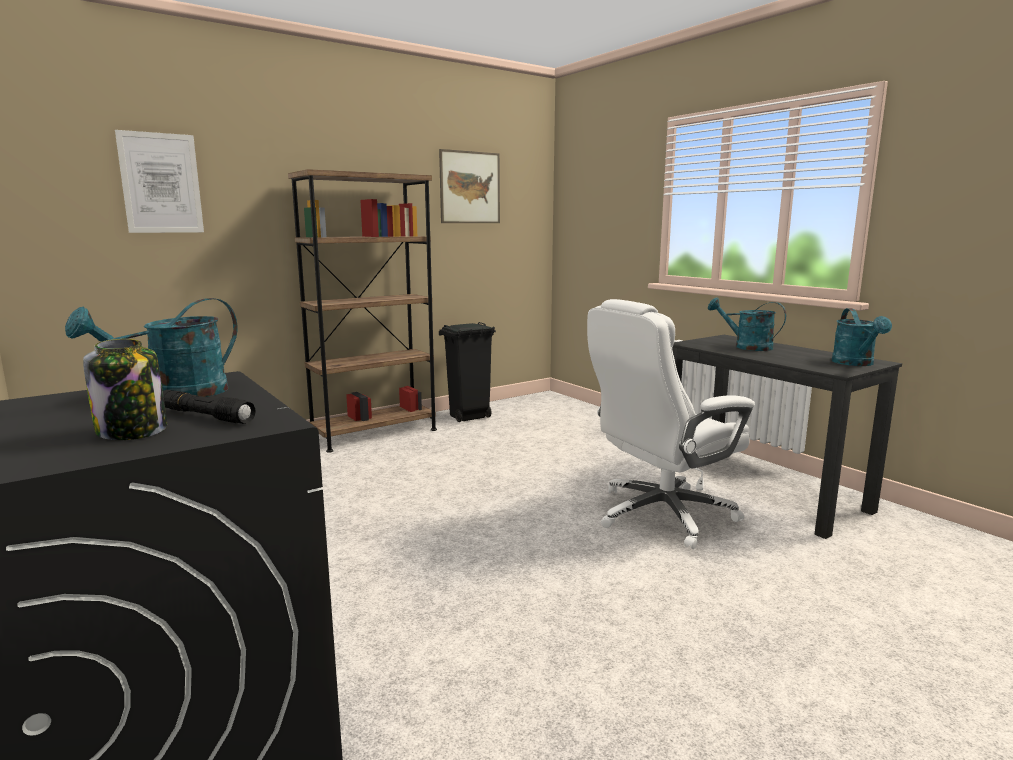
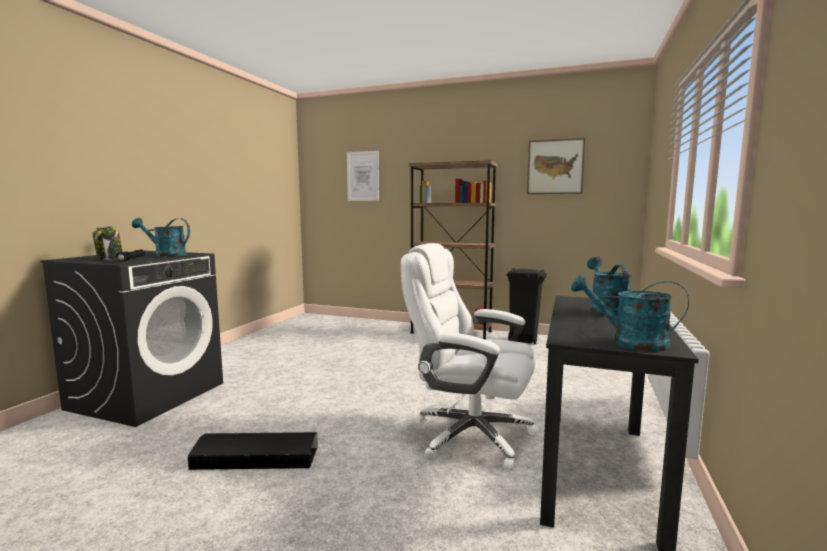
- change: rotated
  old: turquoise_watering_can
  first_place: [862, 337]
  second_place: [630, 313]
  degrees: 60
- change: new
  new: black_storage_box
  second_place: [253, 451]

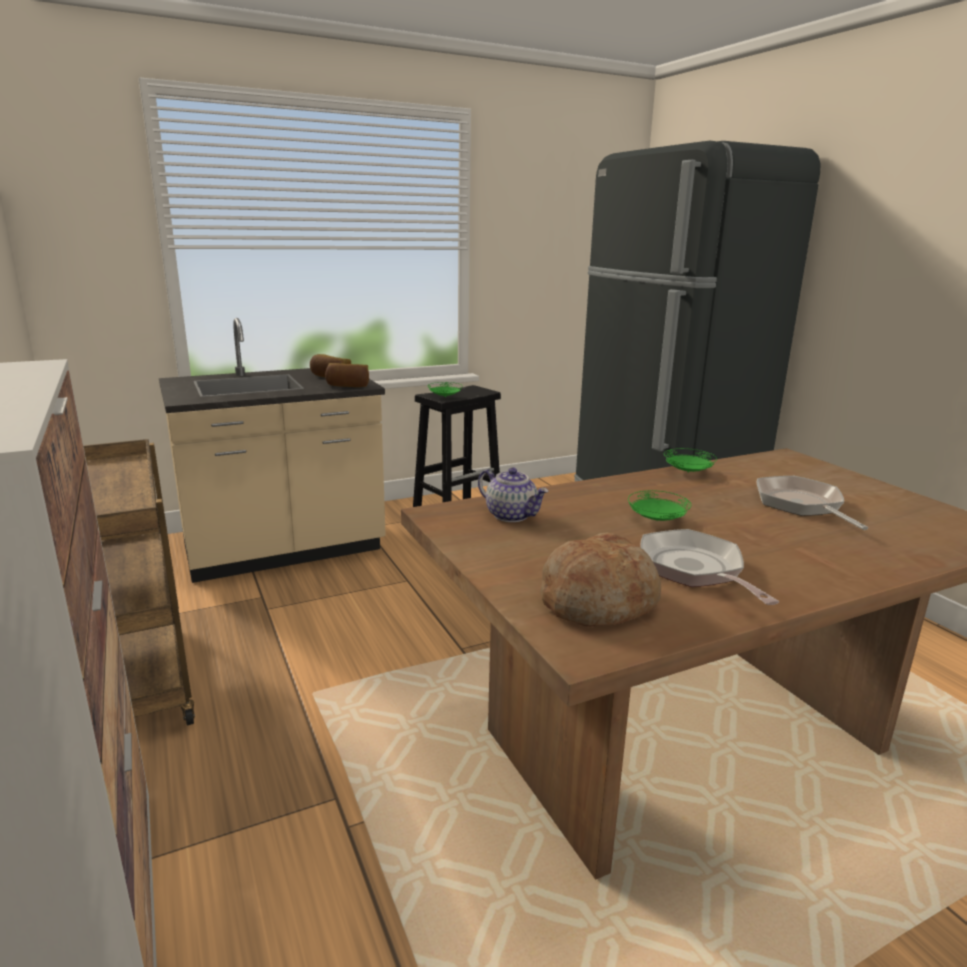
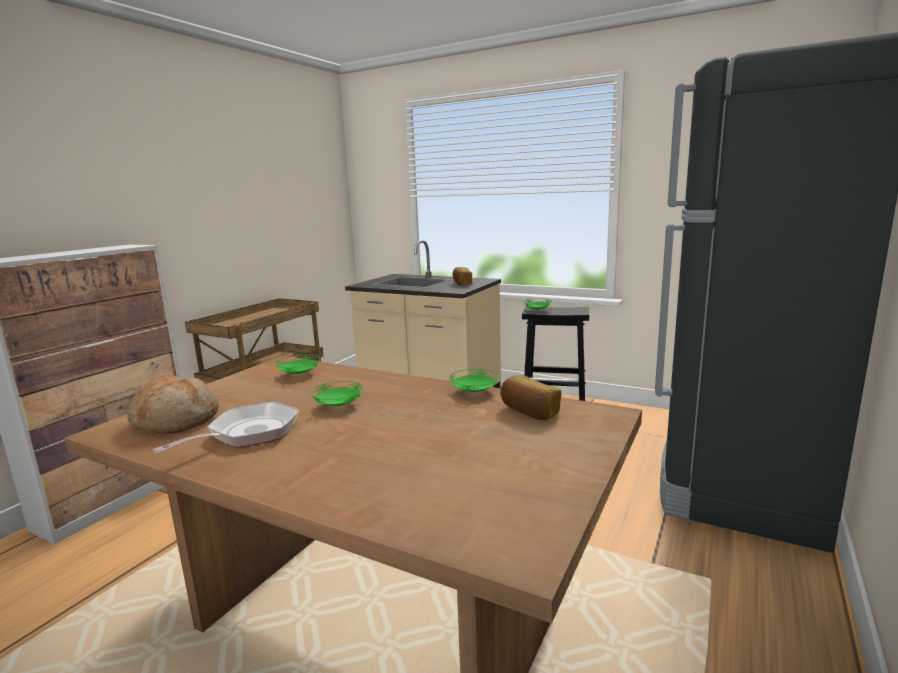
- change: shifted
  old: bread
  first_place: [347, 375]
  second_place: [530, 397]
- change: swapped
  old: teapot
  new: green_plate
  first_place: [513, 494]
  second_place: [297, 364]
- change: gone
  old: frying_pan
  first_place: [812, 503]

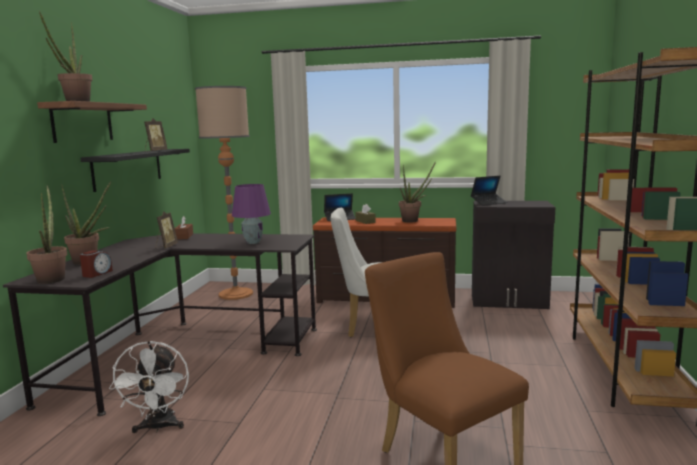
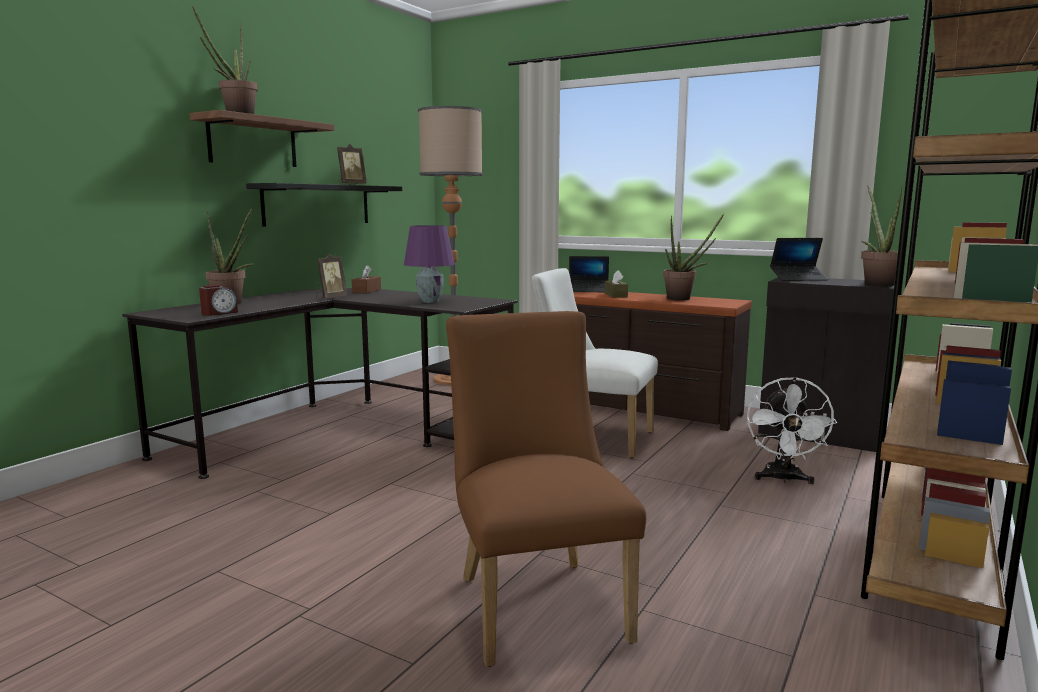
- change: shifted
  old: potted_plant
  first_place: [46, 234]
  second_place: [882, 235]
- change: shifted
  old: white_fan
  first_place: [149, 387]
  second_place: [792, 430]

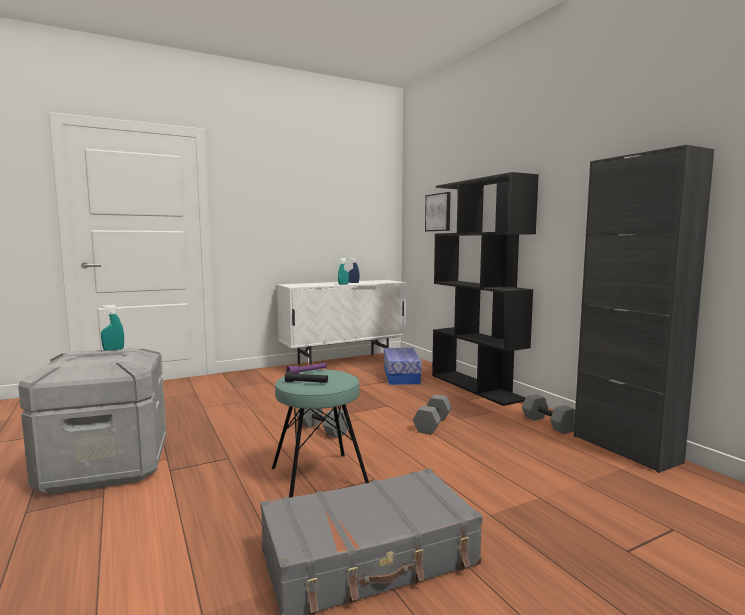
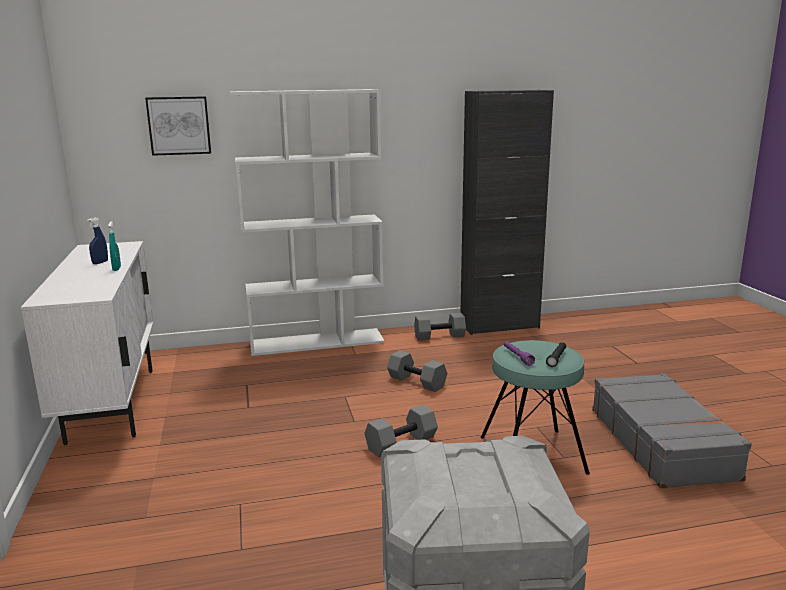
- change: gone
  old: turquoise_spray_bottle
  first_place: [112, 328]
- change: gone
  old: storage_box
  first_place: [403, 366]
- change: repainted
  old: black_bookcase
  new: white_bookcase
  first_place: [485, 289]
  second_place: [307, 222]

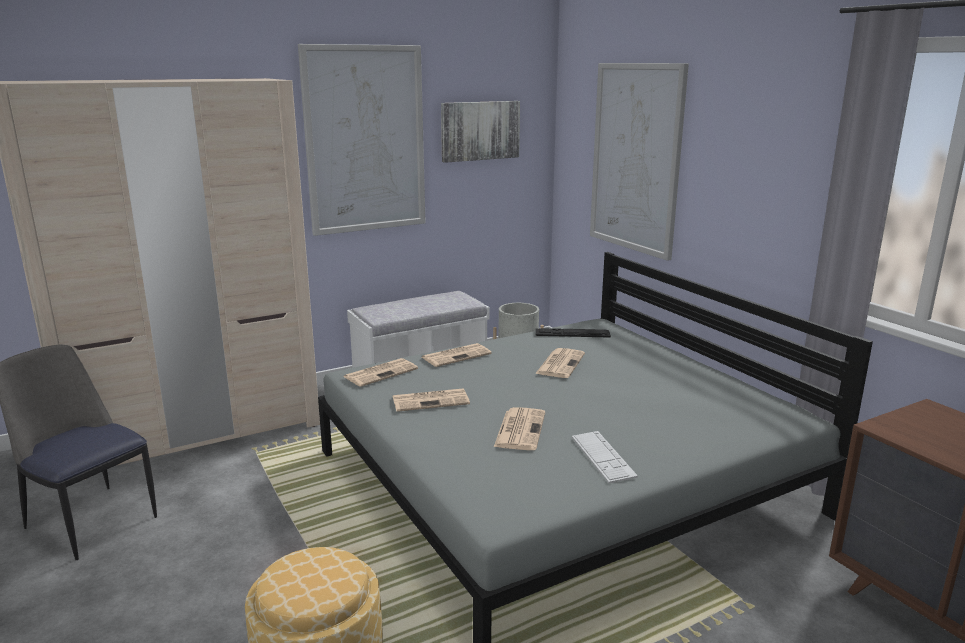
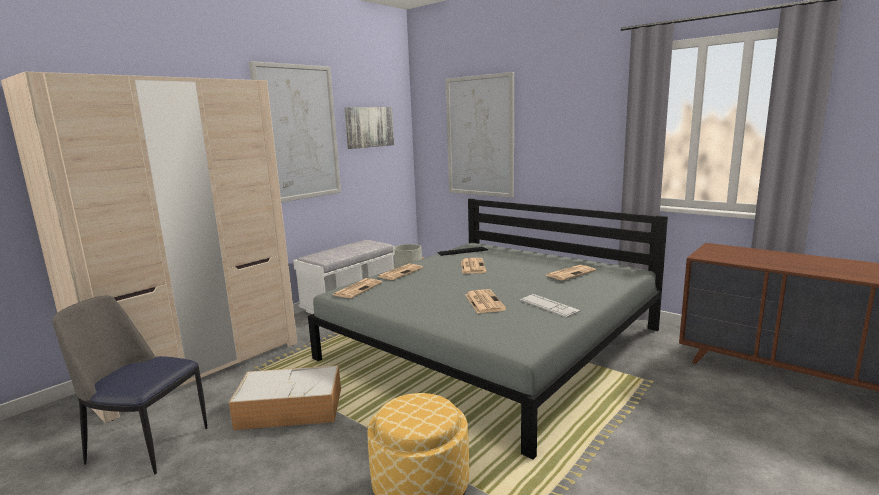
- change: shifted
  old: newspaper
  first_place: [431, 400]
  second_place: [571, 272]
- change: new
  new: storage_box
  second_place: [285, 397]

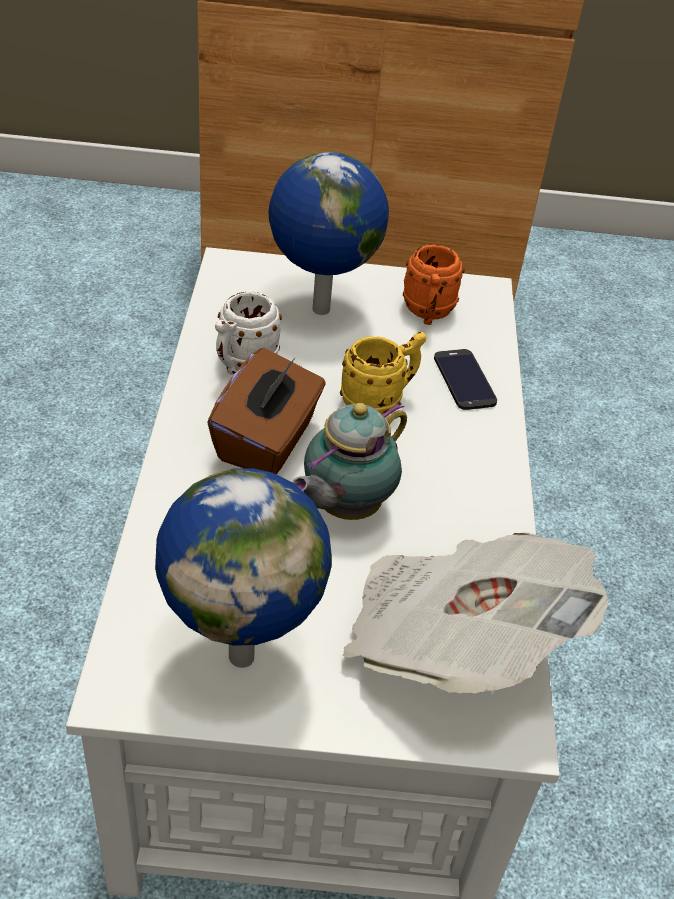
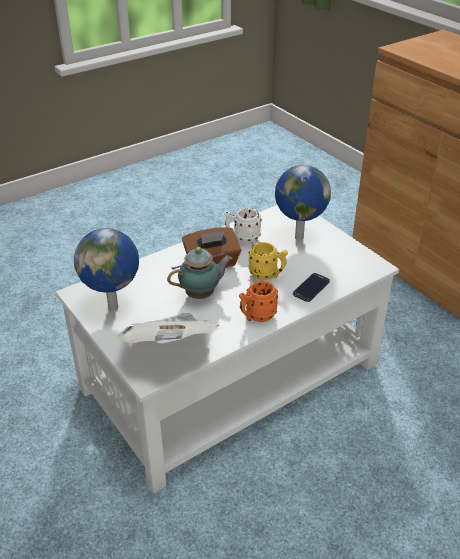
- change: rotated
  old: teapot
  first_place: [349, 461]
  second_place: [200, 273]
  degrees: 150
- change: shifted
  old: orange_mug
  first_place: [433, 285]
  second_place: [258, 301]

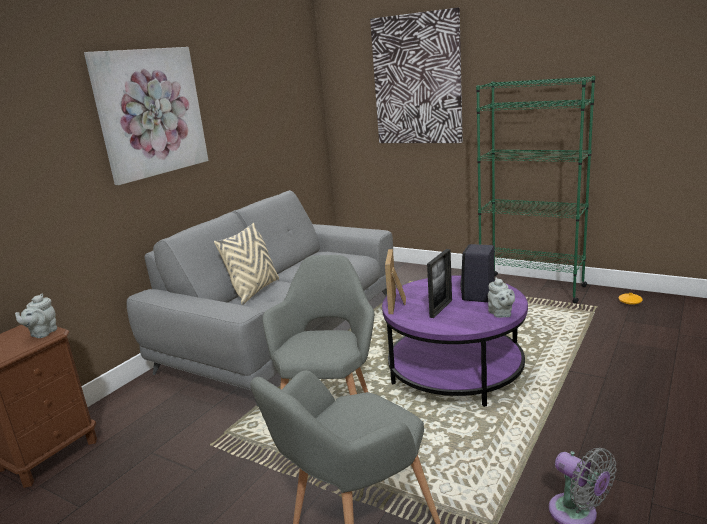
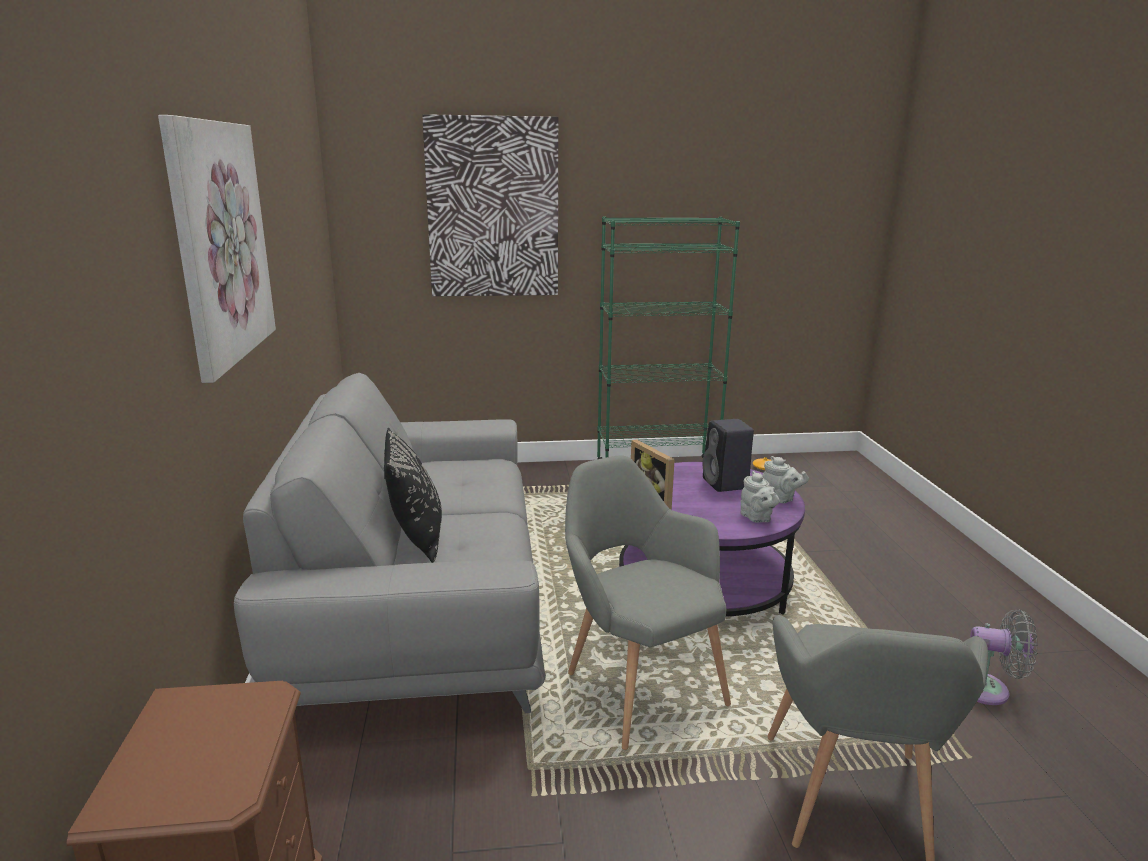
- change: shifted
  old: grey_teapot
  first_place: [36, 316]
  second_place: [760, 497]
- change: repainted
  old: beige_pillow
  new: black_pillow
  first_place: [246, 263]
  second_place: [413, 495]
- change: gone
  old: picture_frame
  first_place: [439, 283]

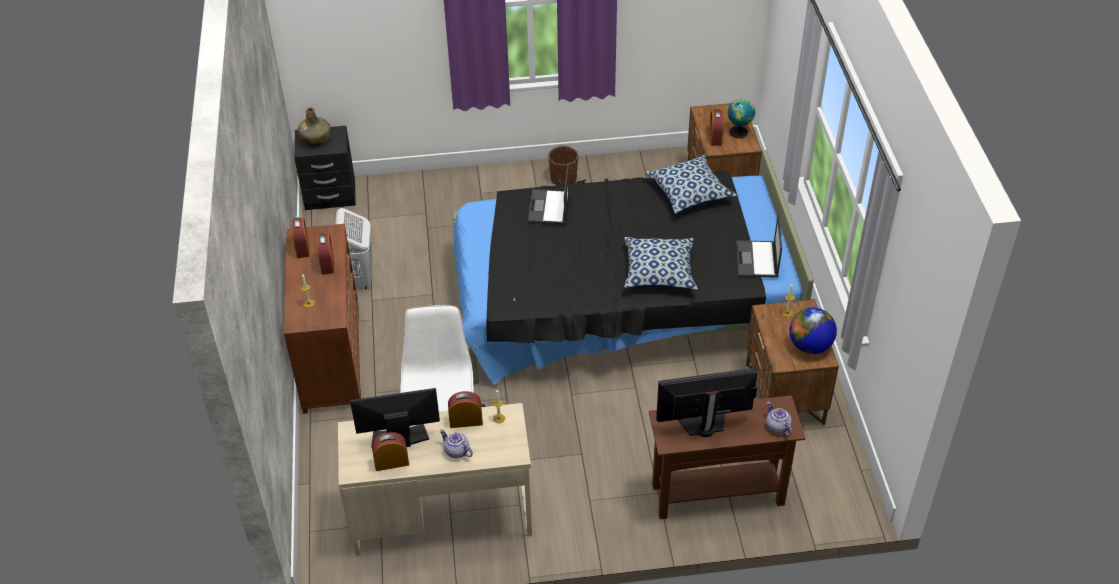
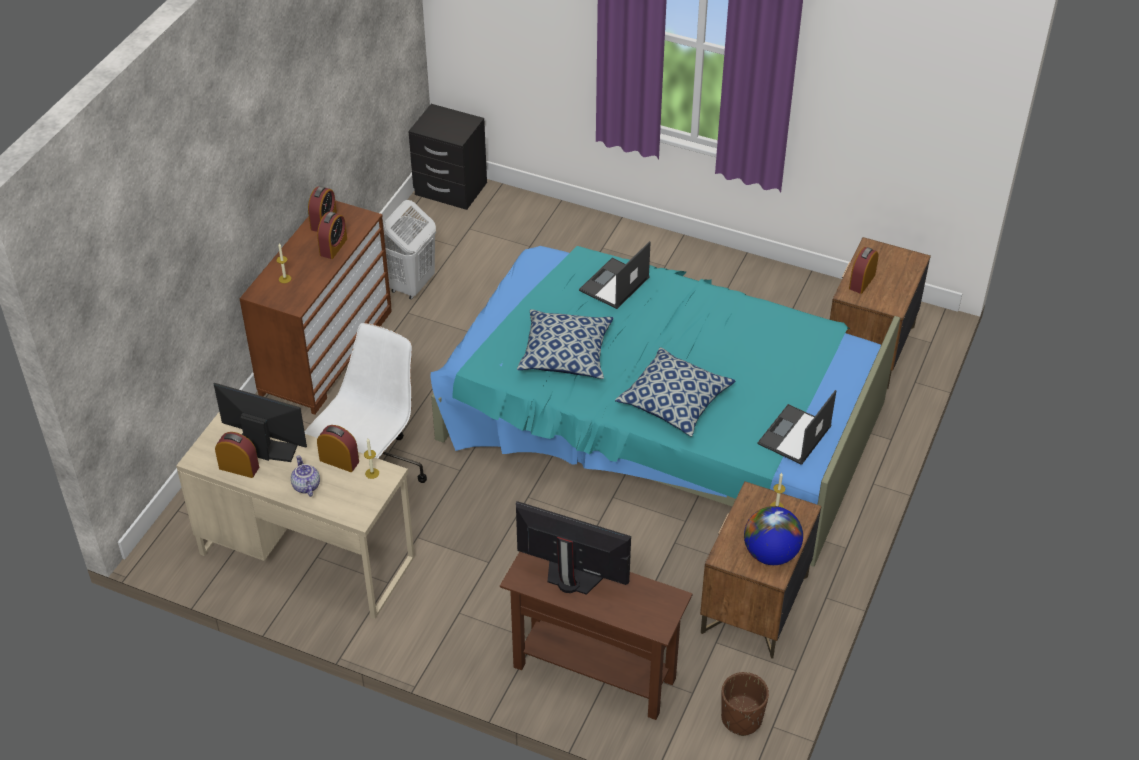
- change: gone
  old: green_bottle
  first_place: [314, 127]
- change: repainted
  old: black_bed
  new: turquoise_bed
  first_place: [633, 267]
  second_place: [665, 406]
- change: shifted
  old: brown_planter
  first_place: [563, 165]
  second_place: [745, 704]
- change: shifted
  old: pillow
  first_place: [691, 184]
  second_place: [565, 344]
- change: gone
  old: globe
  first_place: [741, 118]
- change: gone
  old: teapot
  first_place: [779, 418]

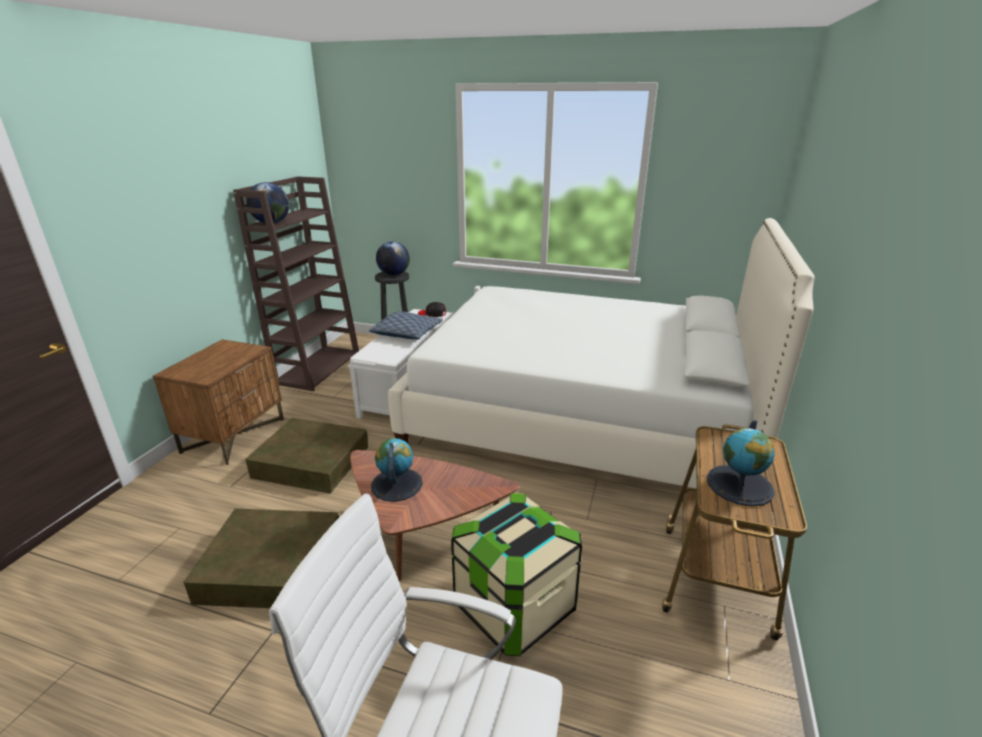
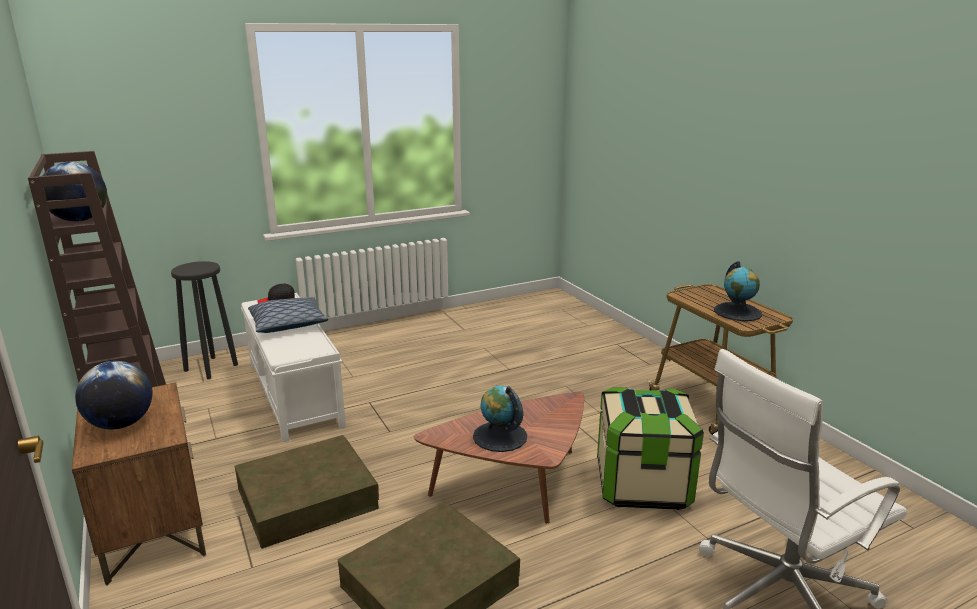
- change: shifted
  old: globe
  first_place: [393, 258]
  second_place: [114, 395]
- change: gone
  old: white_bed
  first_place: [601, 353]

